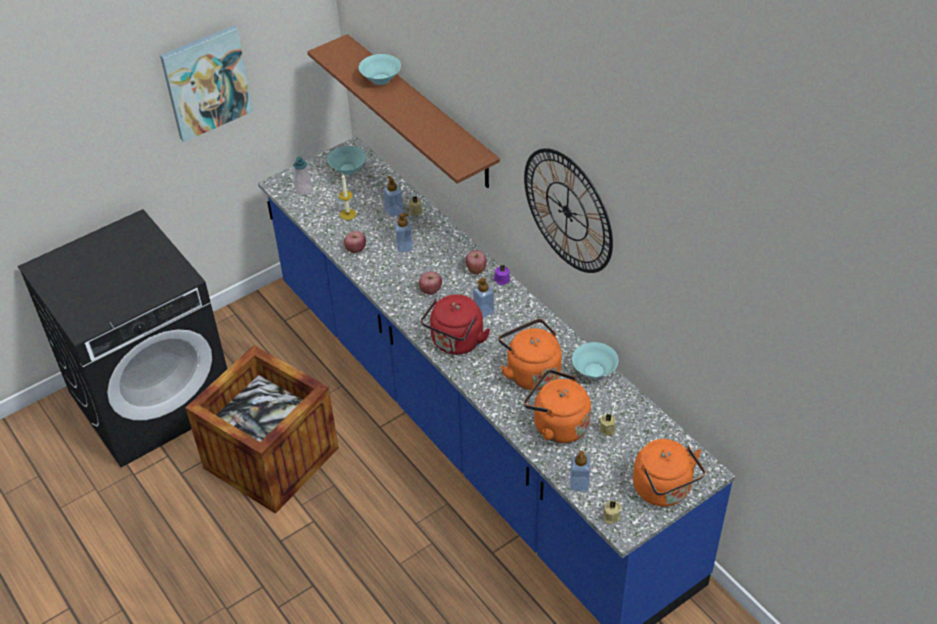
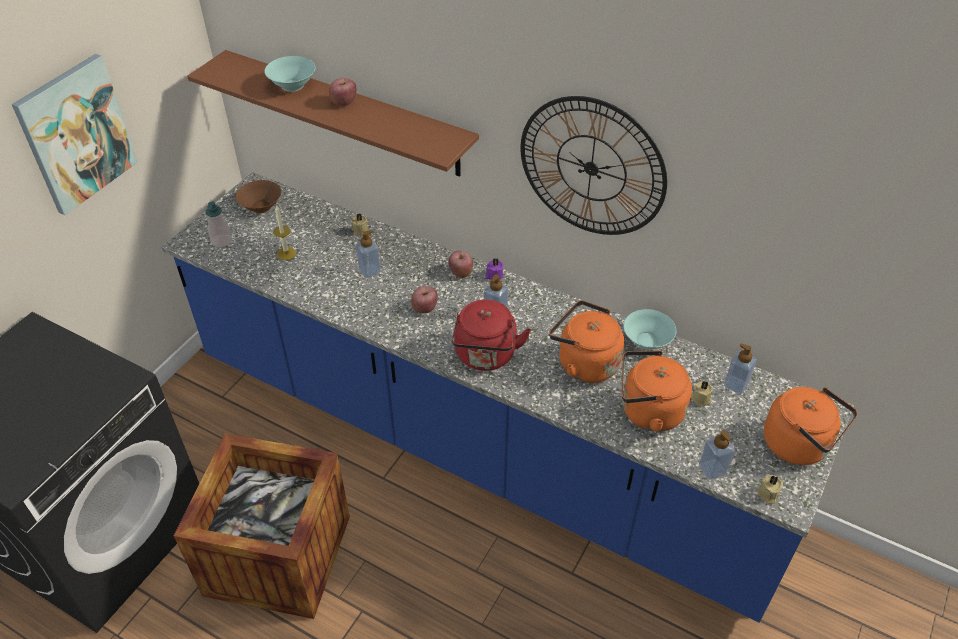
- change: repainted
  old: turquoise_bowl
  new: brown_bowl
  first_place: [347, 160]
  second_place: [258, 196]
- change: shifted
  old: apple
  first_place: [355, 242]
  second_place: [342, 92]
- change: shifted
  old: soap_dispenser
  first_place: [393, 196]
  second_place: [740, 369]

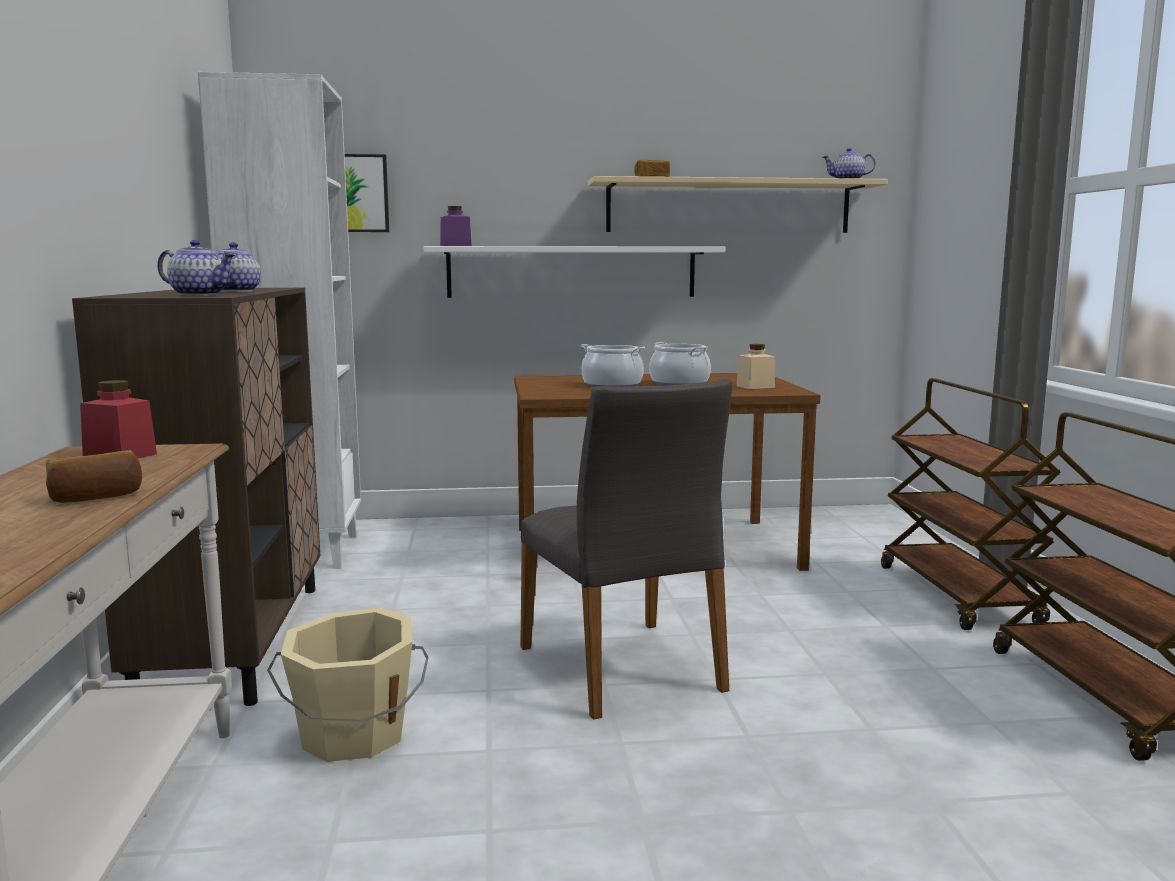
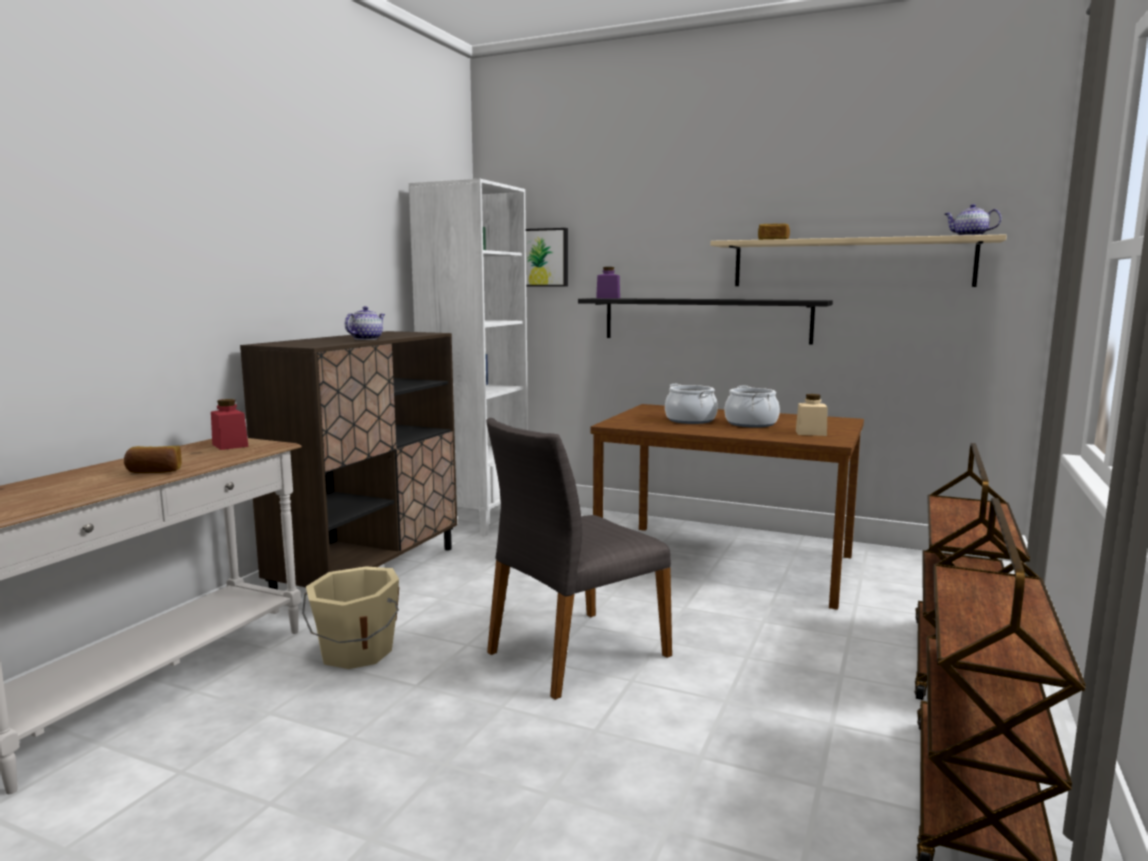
- change: gone
  old: teapot
  first_place: [196, 268]
- change: repainted
  old: white_shelf
  new: black_shelf
  first_place: [574, 272]
  second_place: [705, 321]
- change: rotated
  old: grey_chair
  first_place: [626, 549]
  second_place: [579, 559]
  degrees: 45

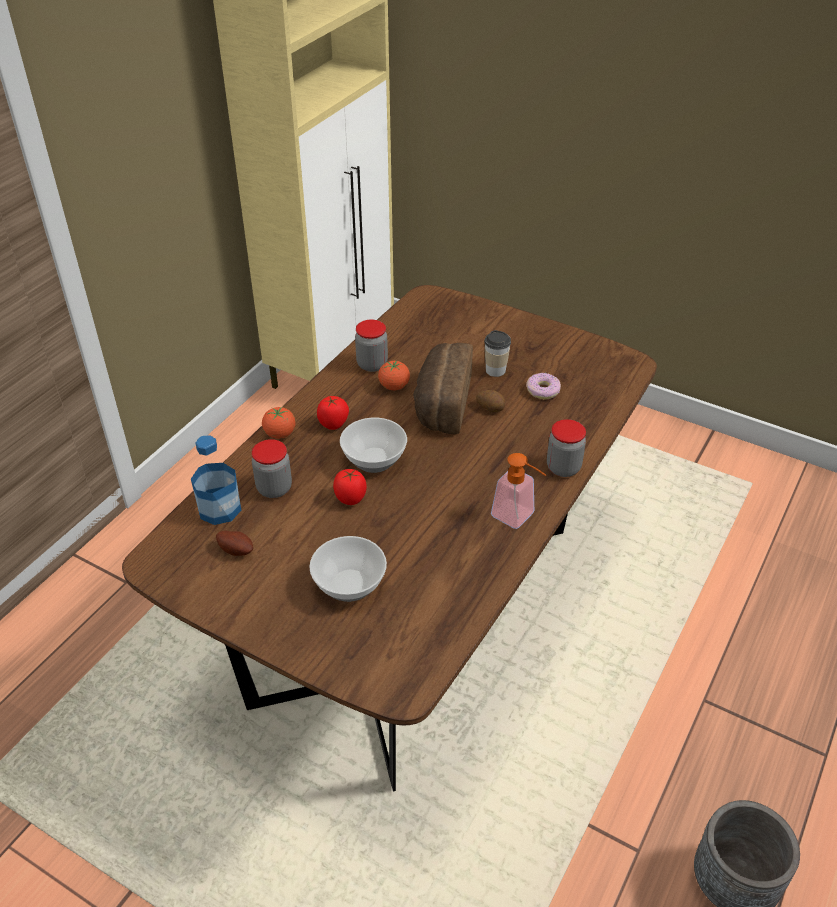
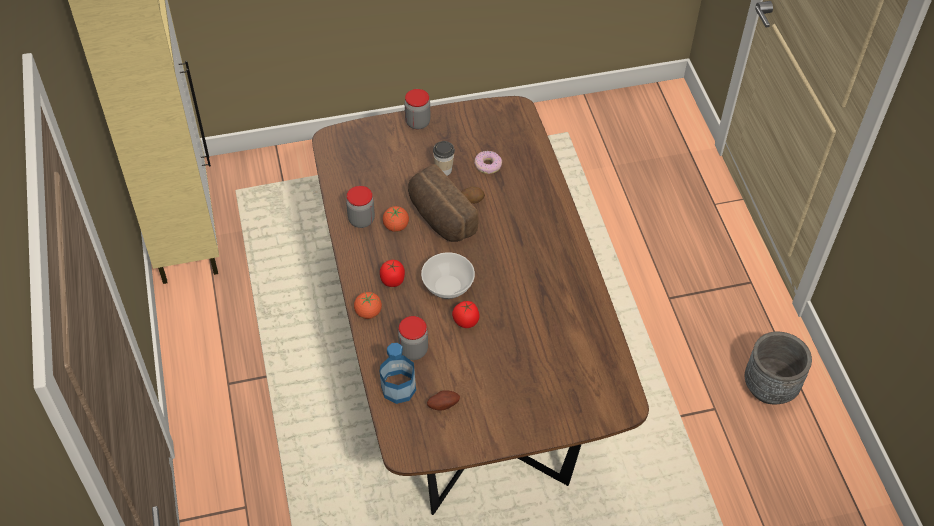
- change: gone
  old: bowl
  first_place: [348, 569]
- change: gone
  old: soap_dispenser
  first_place: [518, 491]
- change: shifted
  old: jar
  first_place: [566, 448]
  second_place: [417, 109]

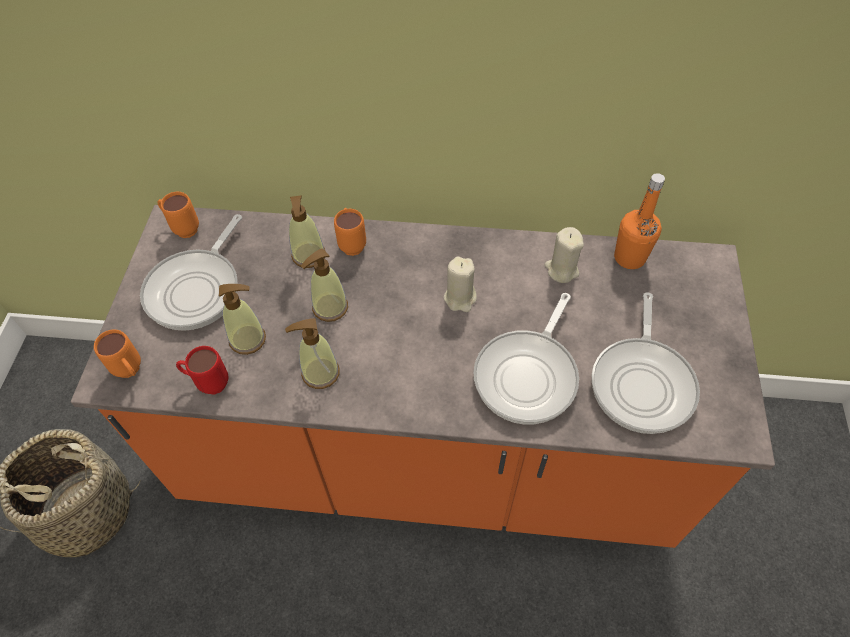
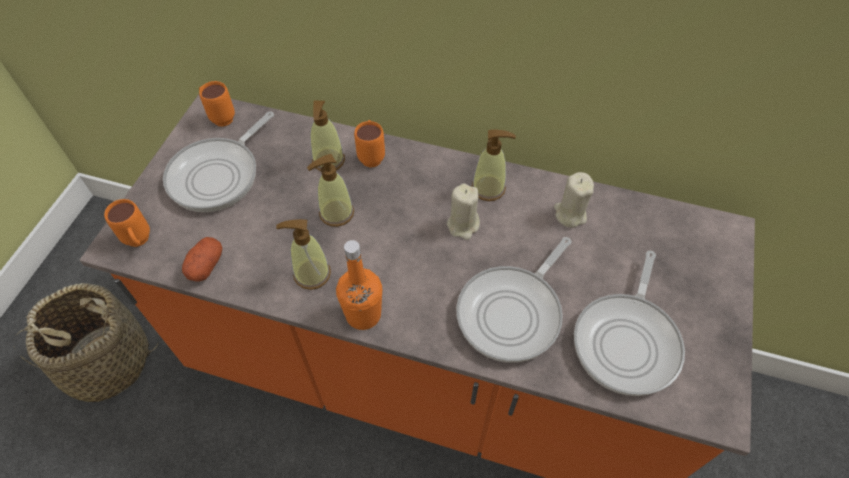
- change: swapped
  old: red_mug
  new: potato
  first_place: [202, 370]
  second_place: [202, 259]
- change: shifted
  old: soap_dispenser
  first_place: [242, 319]
  second_place: [493, 165]
- change: shifted
  old: orange_bottle
  first_place: [639, 221]
  second_place: [359, 285]

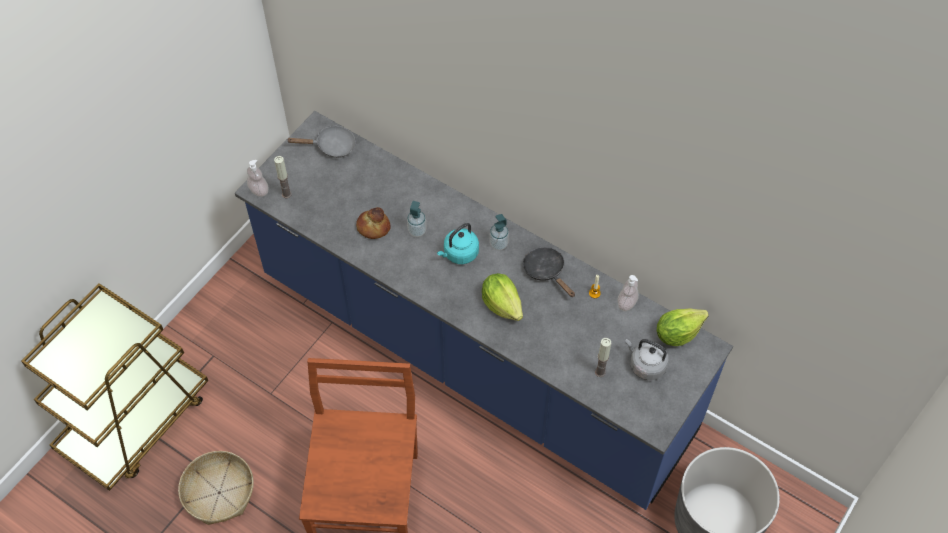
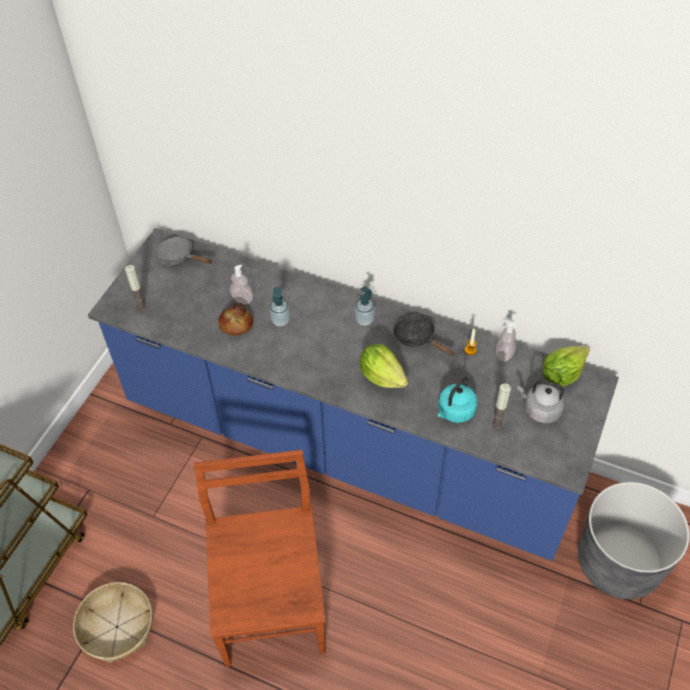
- change: shifted
  old: soap_dispenser
  first_place: [258, 178]
  second_place: [242, 284]
- change: rotated
  old: grey_frying_pan
  first_place: [322, 141]
  second_place: [183, 251]
  degrees: -135
- change: shifted
  old: turquoise_kettle
  first_place: [458, 243]
  second_place: [457, 399]

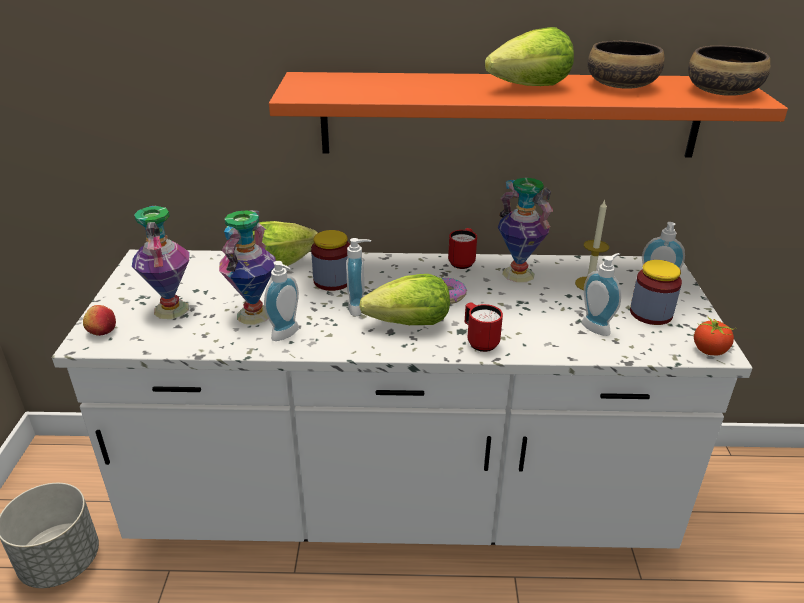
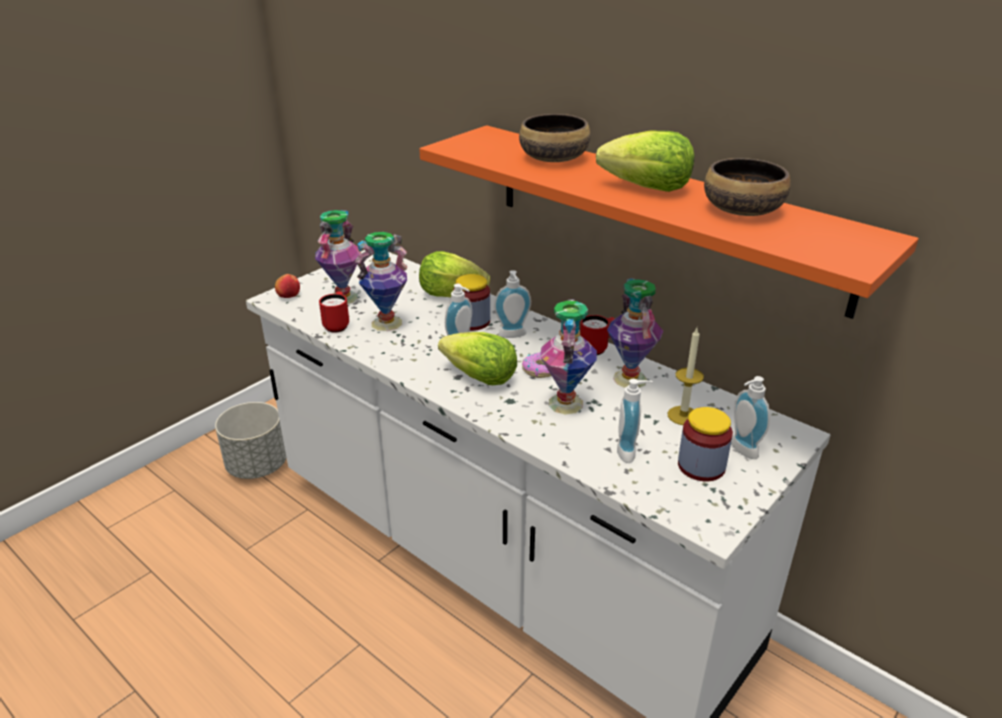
- change: shifted
  old: soap_dispenser
  first_place: [281, 301]
  second_place: [512, 304]
- change: shifted
  old: red_mug
  first_place: [484, 327]
  second_place: [334, 312]
- change: shifted
  old: bowl
  first_place: [729, 70]
  second_place: [554, 138]
- change: gone
  old: tomato
  first_place: [714, 336]
- change: new
  new: vase
  second_place: [568, 356]

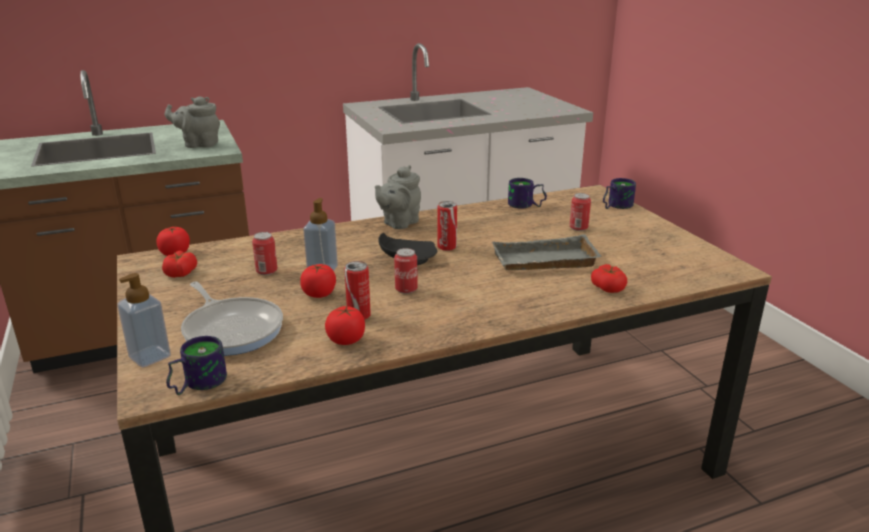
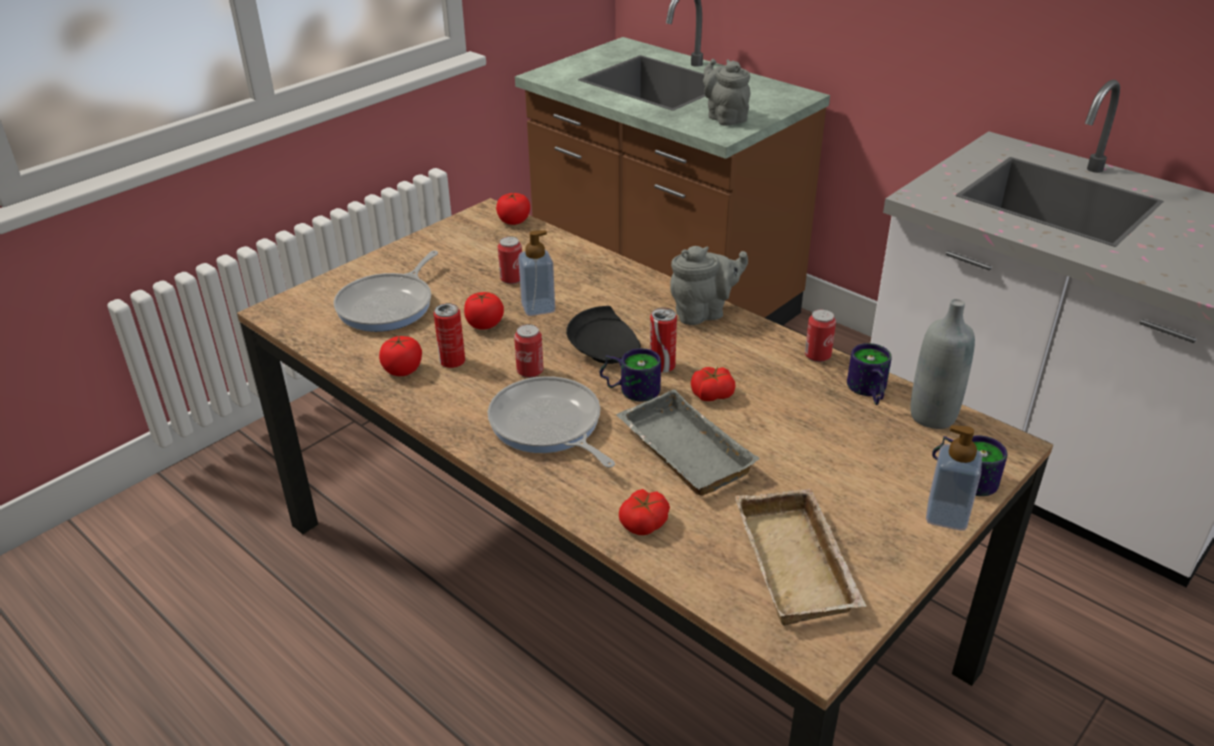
- change: shifted
  old: soap_dispenser
  first_place: [144, 320]
  second_place: [954, 478]
- change: shifted
  old: tomato
  first_place: [179, 264]
  second_place: [713, 384]
- change: shifted
  old: mug
  first_place: [196, 365]
  second_place: [630, 375]
- change: rotated
  old: grey_teapot
  first_place: [398, 197]
  second_place: [709, 285]
  degrees: 150
- change: shifted
  old: can
  first_place: [580, 212]
  second_place: [820, 335]
- change: new
  new: frying_pan
  second_place: [551, 422]
- change: new
  new: beige_tray
  second_place: [801, 557]
- change: new
  new: grey_bottle
  second_place: [942, 364]

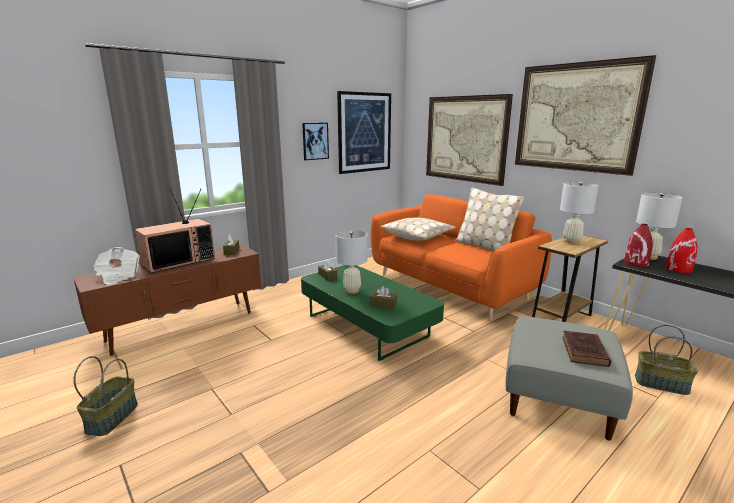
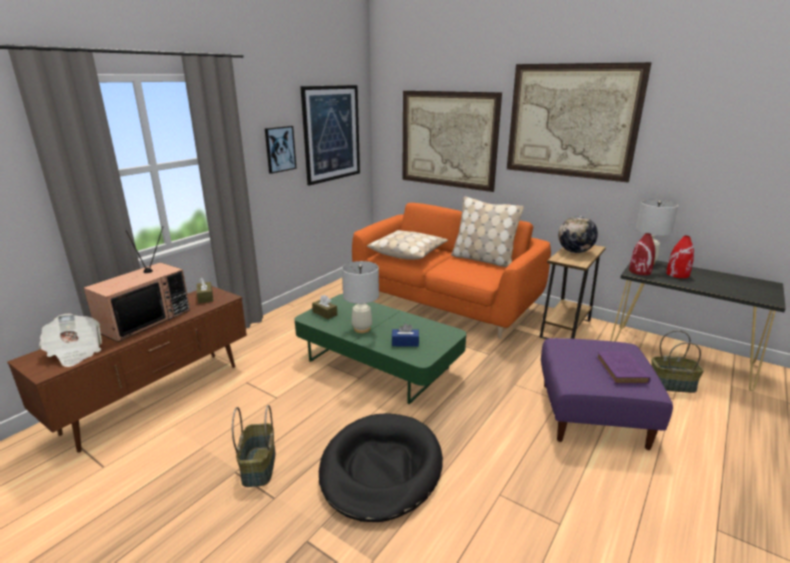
- change: shifted
  old: basket
  first_place: [106, 396]
  second_place: [253, 446]
- change: repainted
  old: brown_tissue_box
  new: blue_tissue_box
  first_place: [383, 297]
  second_place: [405, 335]
- change: repainted
  old: grey_ottoman
  new: purple_ottoman
  first_place: [569, 378]
  second_place: [607, 394]
- change: swapped
  old: white_table_lamp
  new: globe
  first_place: [579, 213]
  second_place: [578, 234]
- change: repainted
  old: brown_book
  new: purple_book
  first_place: [586, 349]
  second_place: [623, 367]
- change: new
  new: black_dog_bed
  second_place: [381, 467]

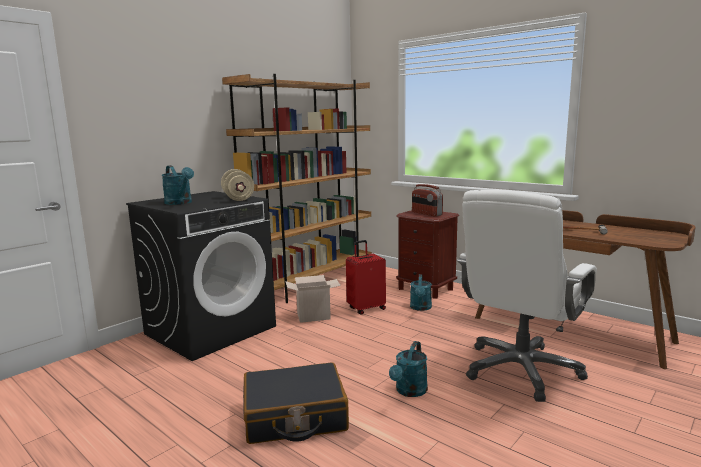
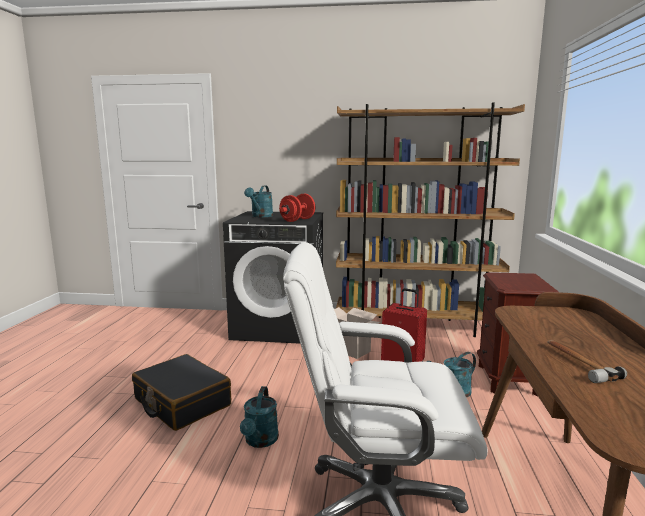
- change: repainted
  old: beige_dumbbell
  new: red_dumbbell
  first_place: [237, 185]
  second_place: [297, 208]
- change: rotated
  old: turquoise_watering_can
  first_place: [408, 369]
  second_place: [259, 417]
  degrees: -75
- change: gone
  old: radio
  first_place: [427, 200]

